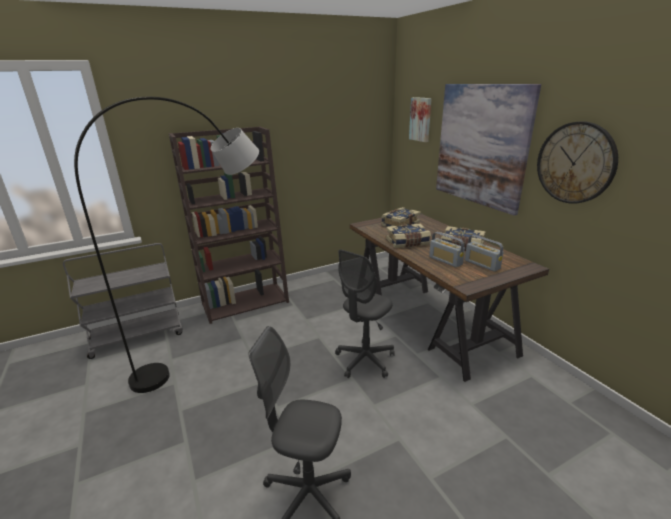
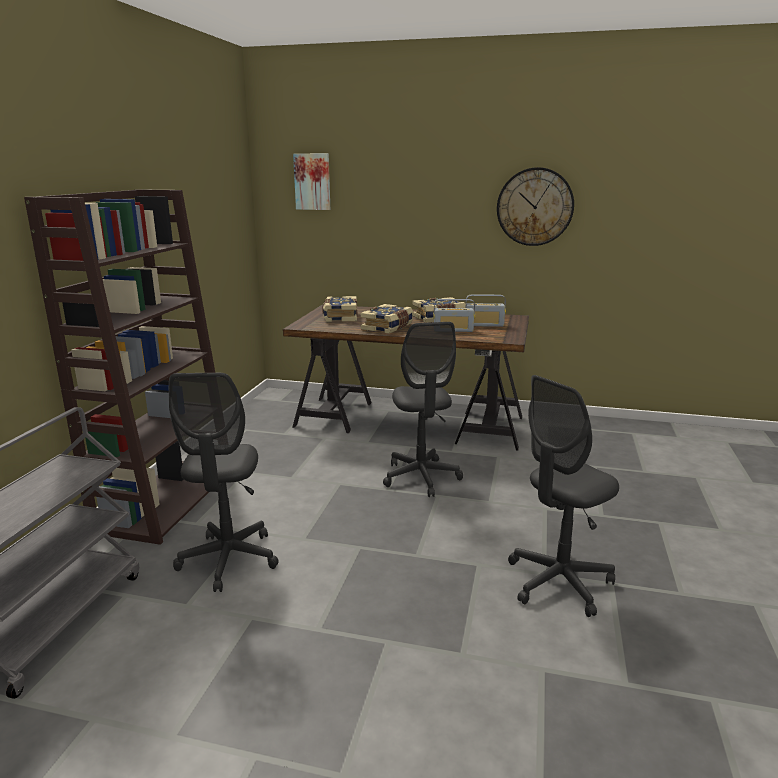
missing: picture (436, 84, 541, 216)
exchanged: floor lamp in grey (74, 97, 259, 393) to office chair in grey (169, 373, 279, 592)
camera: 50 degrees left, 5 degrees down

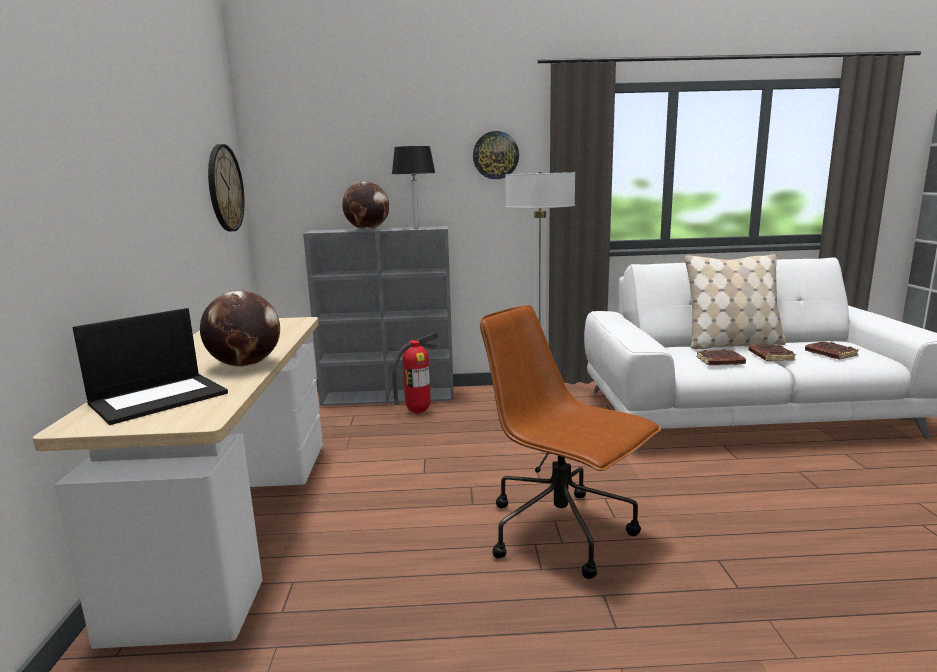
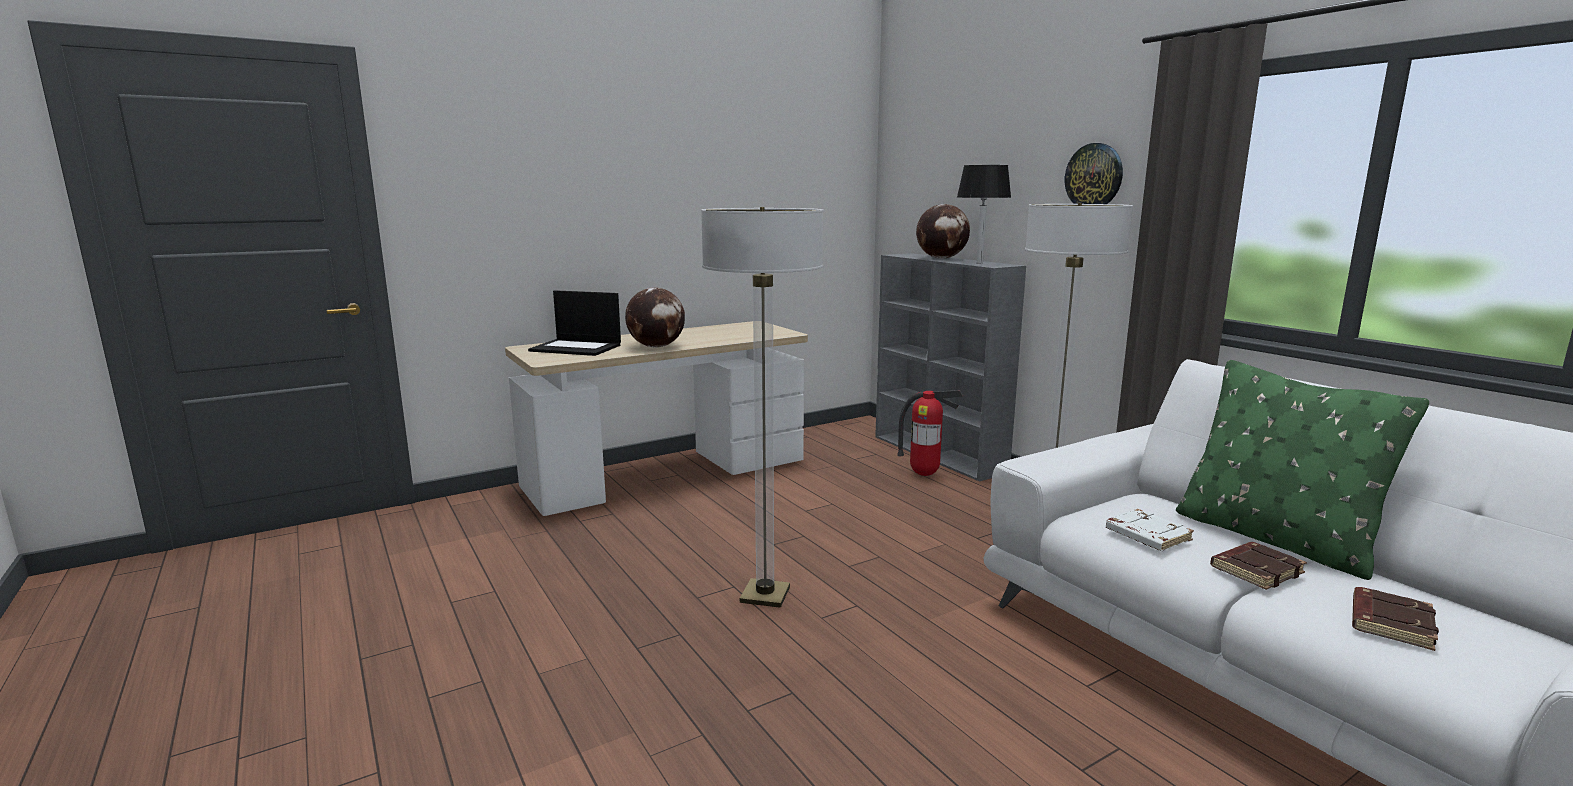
missing: wall clock (208, 144, 245, 231)
exchanged: office chair in brown (480, 305, 661, 579) to floor lamp (701, 207, 823, 608)
colour: book in brown (696, 349, 746, 365) to book in white (1106, 509, 1194, 551); pillow in beige (685, 254, 786, 349) to pillow in green (1176, 360, 1429, 580)
camera: 60 degrees right, 0 degrees up

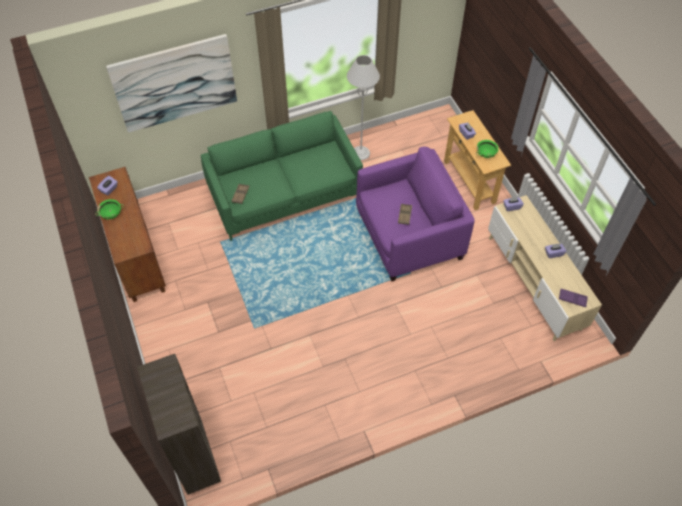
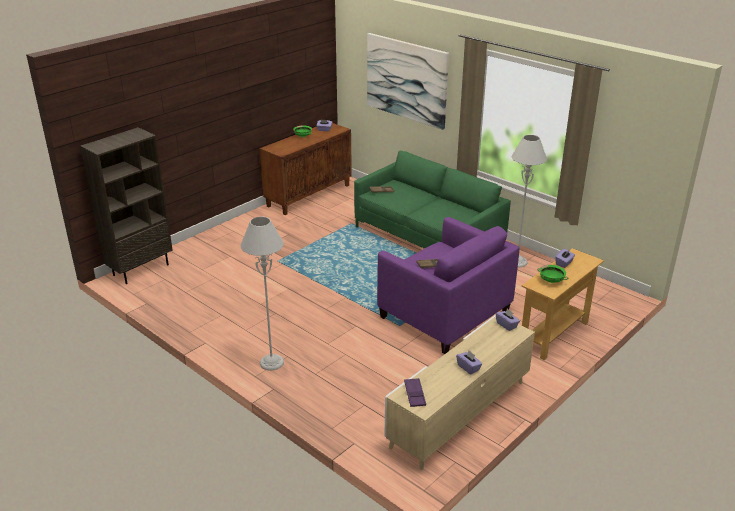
appeared: floor lamp in grey (241, 217, 284, 371)
camera: 65 degrees right, 25 degrees down

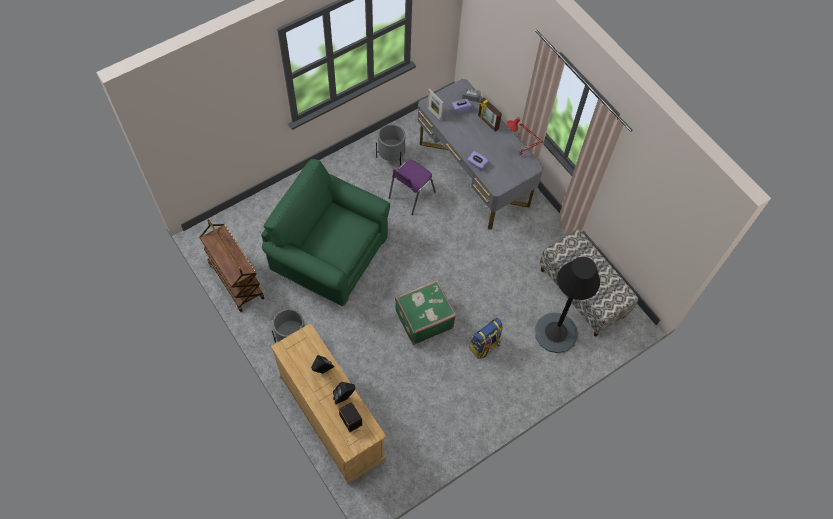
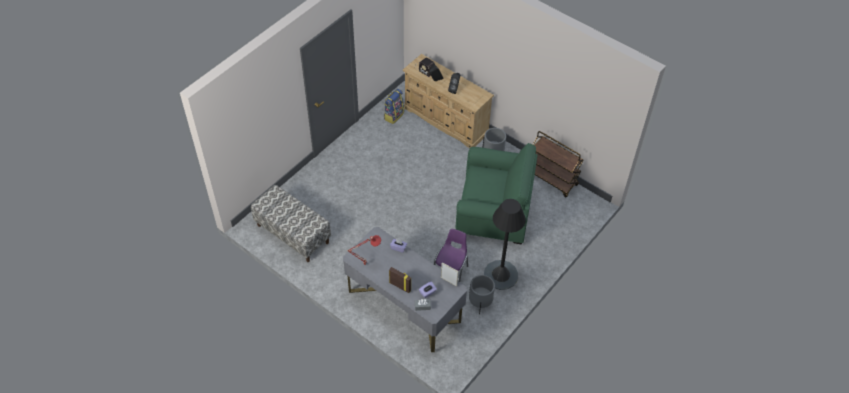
missing: suitcase in green (395, 280, 456, 345)
relocated: backpack (469, 318, 503, 359) to (384, 89, 404, 124); floor lamp in black (534, 257, 600, 353) to (484, 199, 526, 290)
camera: 165 degrees right, 10 degrees down

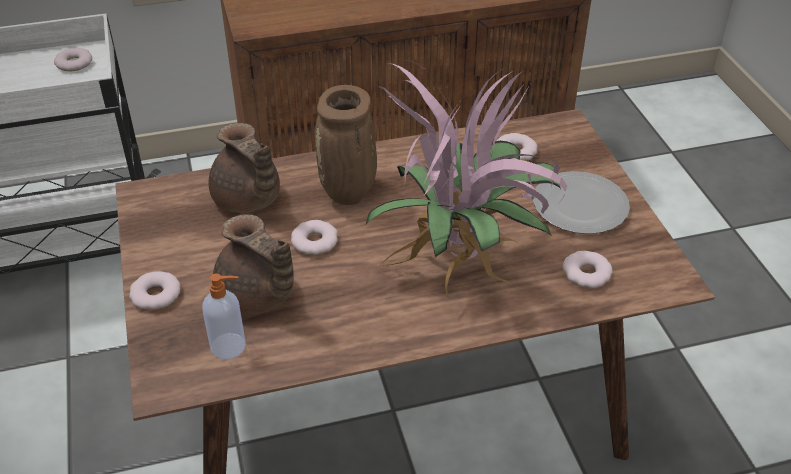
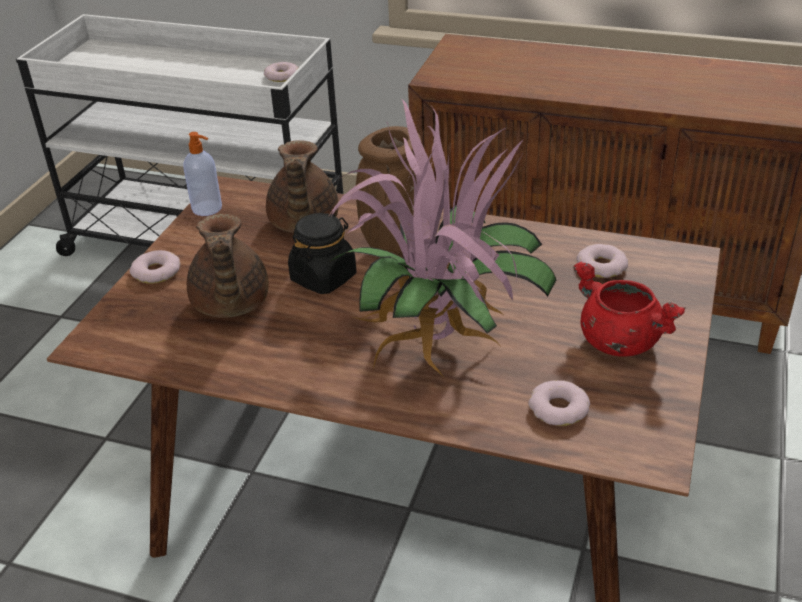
relocated: soap dispenser (202, 273, 246, 359) to (183, 132, 222, 216)
exchanged: donut (291, 220, 338, 255) to jar in black (288, 213, 356, 294); plate (533, 171, 630, 234) to cooking pot in red (573, 262, 686, 356)
camera: 35 degrees right, 5 degrees down

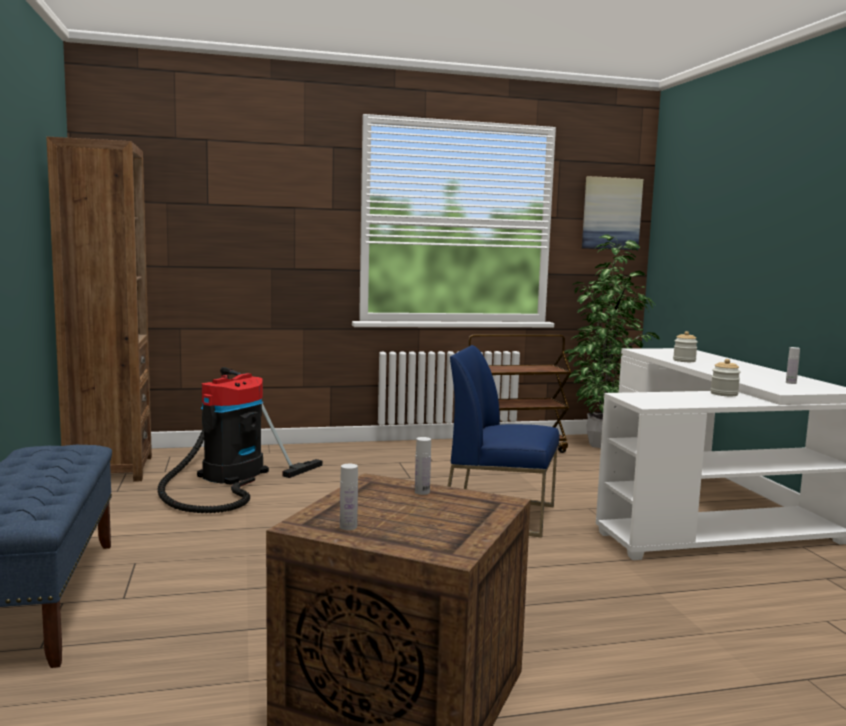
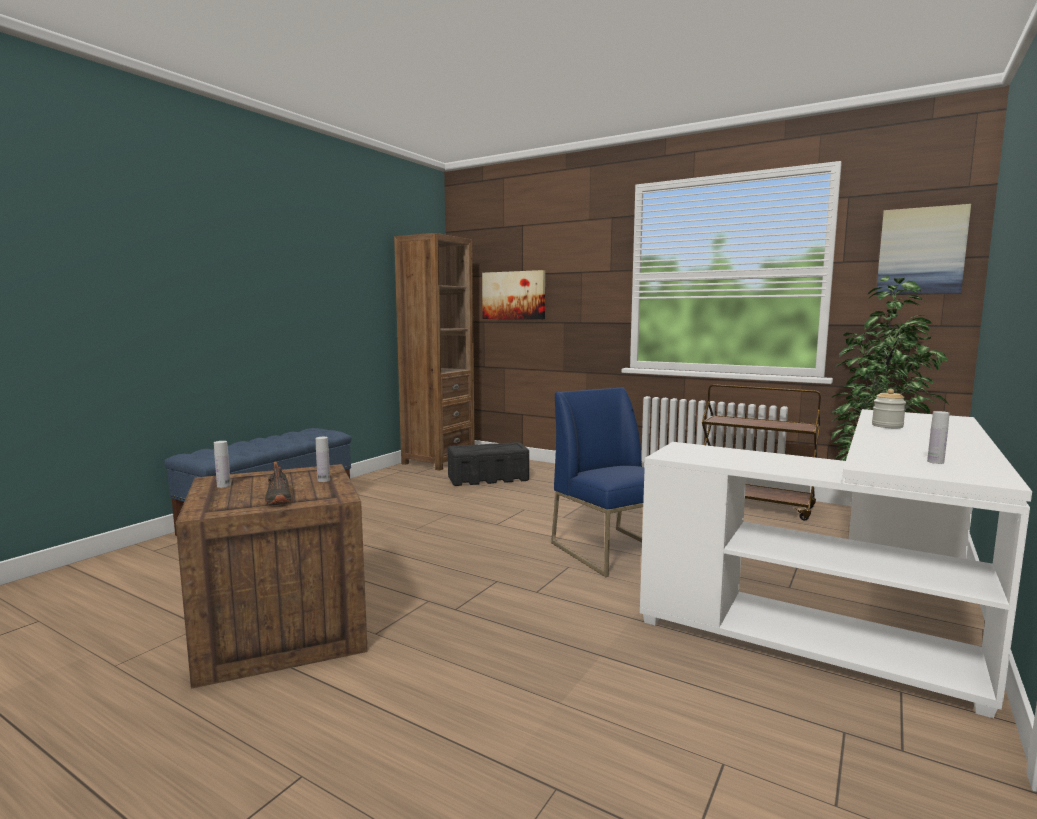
missing: jar (711, 359, 741, 396)
appeared: shoe in black (265, 461, 291, 504); picture (482, 270, 545, 319)
exchanged: vacuum cleaner (158, 367, 322, 513) to storage box in black (448, 442, 529, 486)
camera: 45 degrees right, 0 degrees up

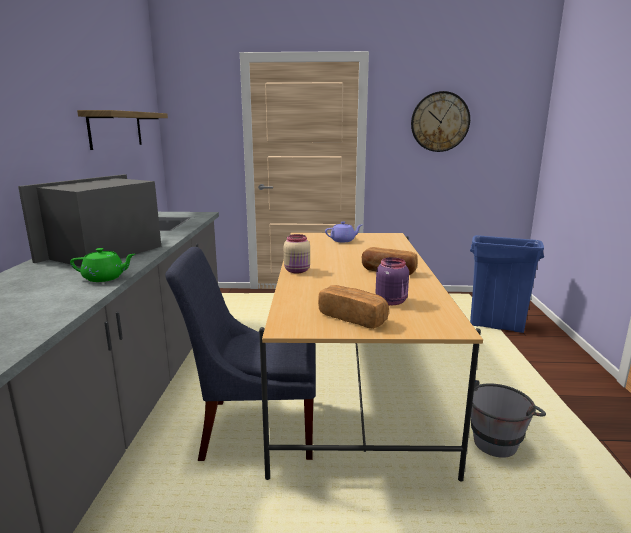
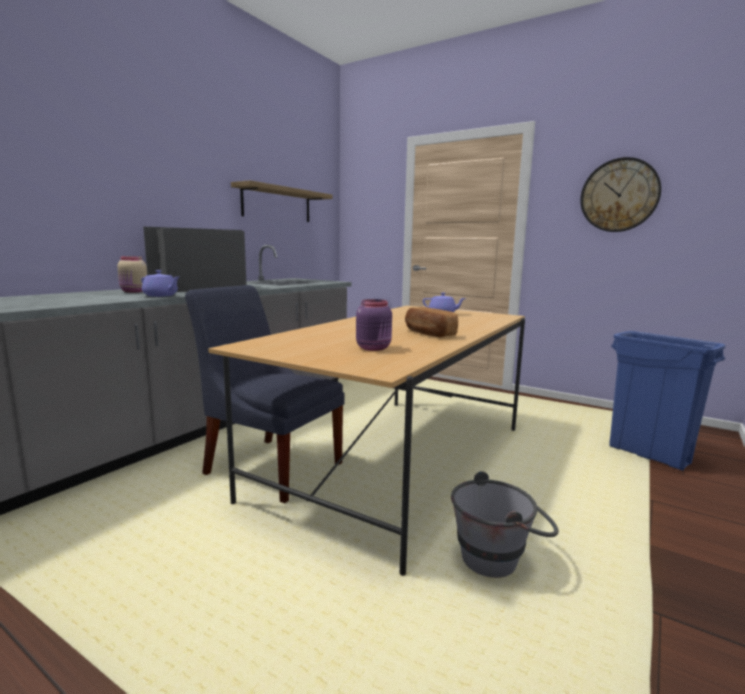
missing: bread (318, 285, 389, 329)
relocated: jar in beige (284, 234, 310, 273) to (117, 256, 147, 292)
colour: teapot in green (70, 248, 135, 282) to teapot in purple (141, 270, 179, 297)
camera: 30 degrees right, 5 degrees down

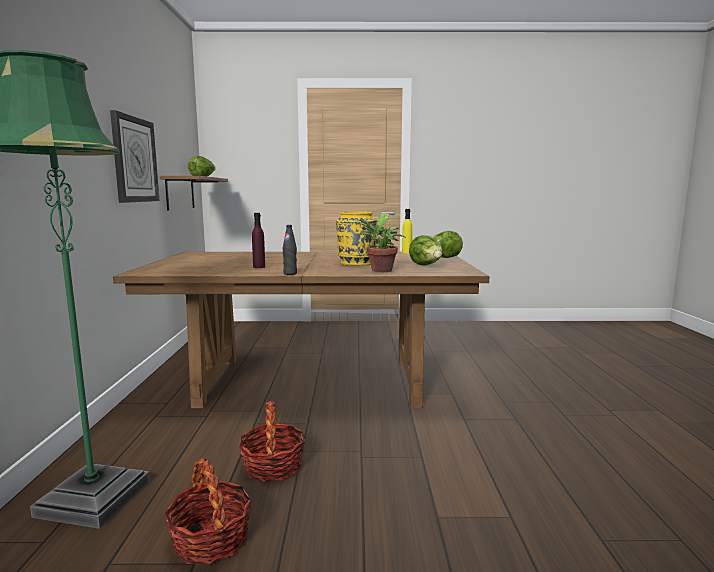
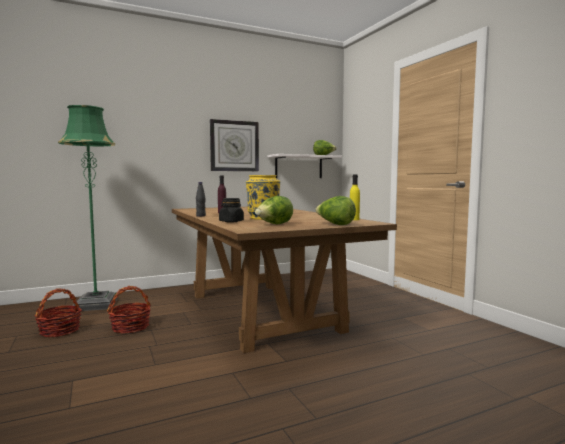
exchanged: potted plant (356, 213, 406, 272) to jar in black (219, 198, 244, 223)
colour: shelf in brown (160, 176, 228, 211) to shelf in white (267, 154, 342, 178)
camera: 65 degrees right, 5 degrees down

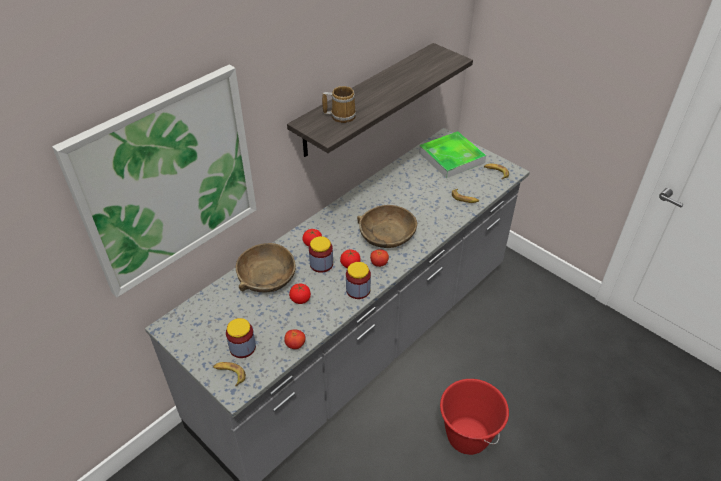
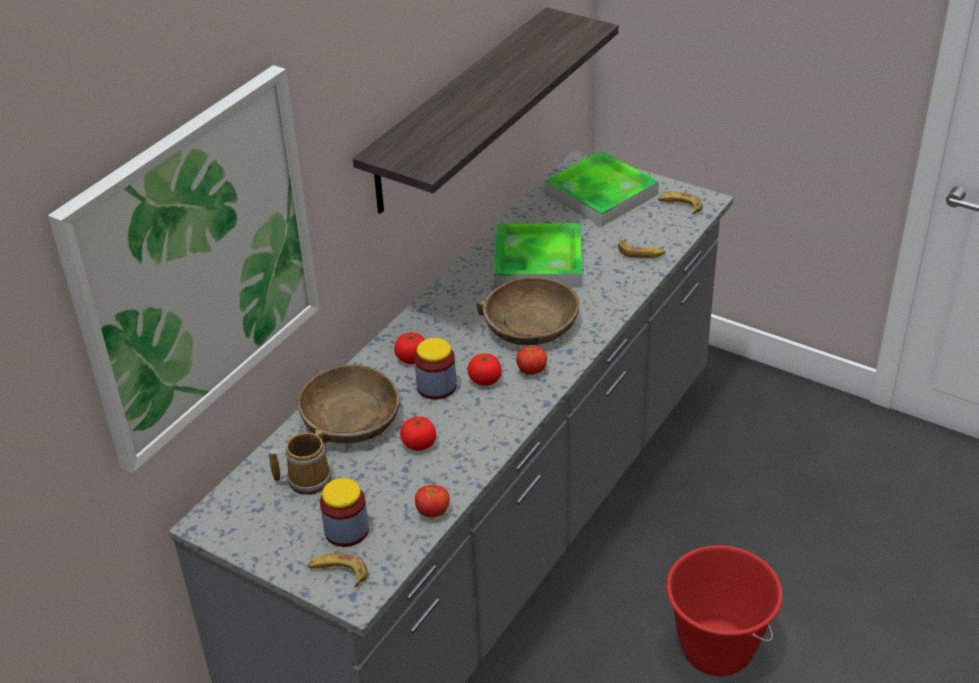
missing: jar (346, 262, 371, 299)
appeared: tray (494, 223, 582, 288)
relocated: mug (322, 86, 356, 123) to (269, 432, 331, 495)
camera: 10 degrees left, 5 degrees down

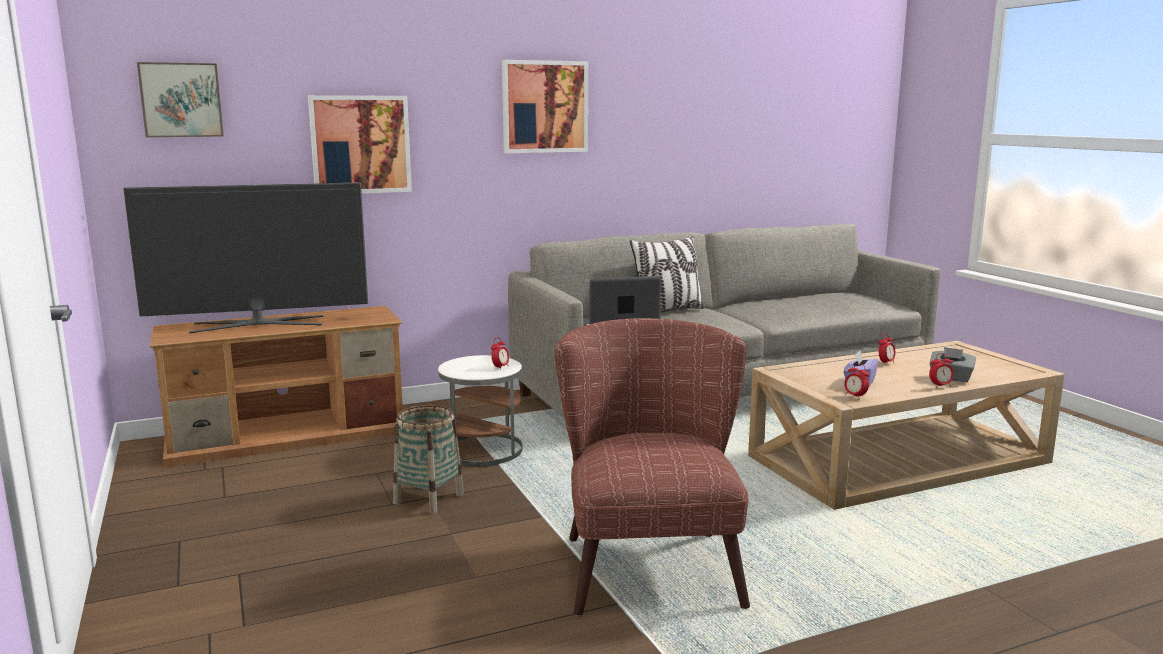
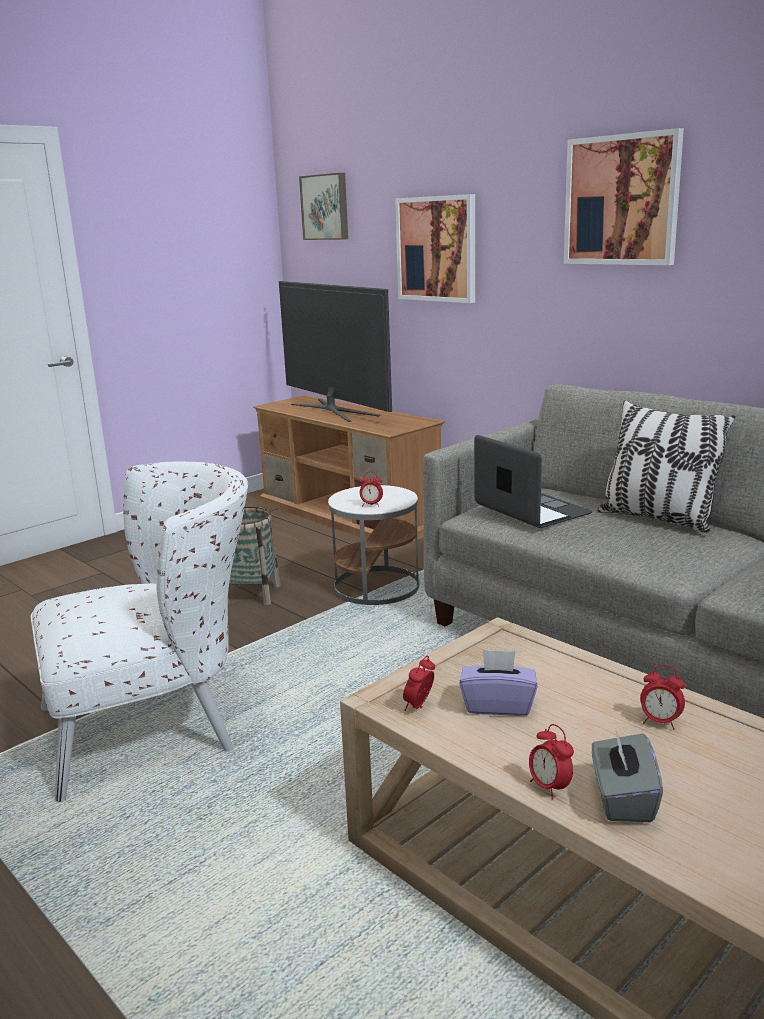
colour: armchair in brown (555, 318, 750, 616) to armchair in white (31, 462, 248, 802)
camera: 70 degrees right, 5 degrees up

